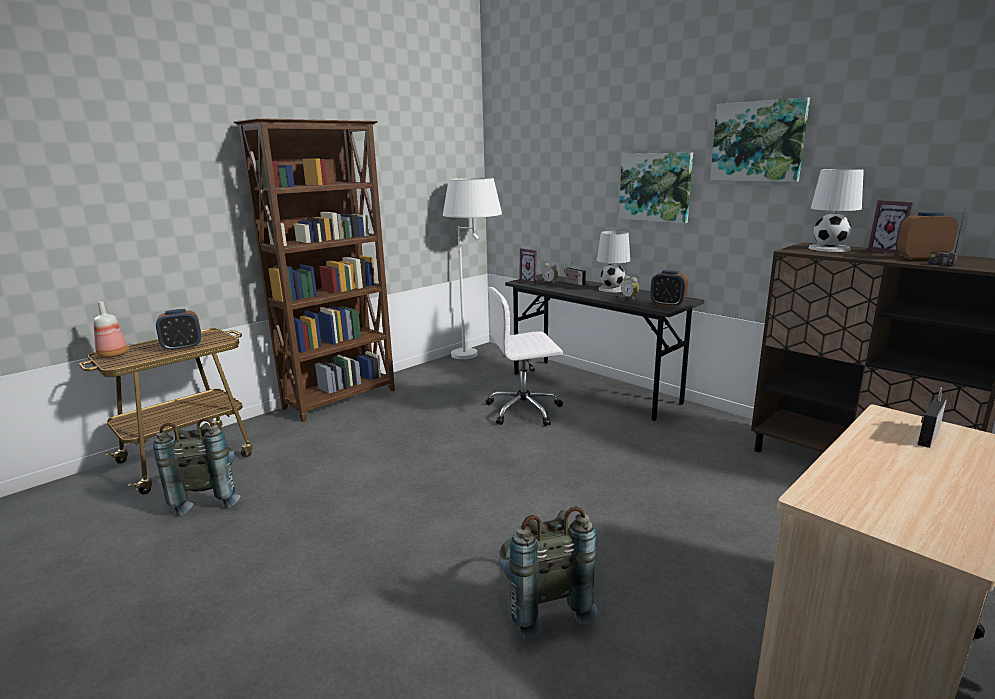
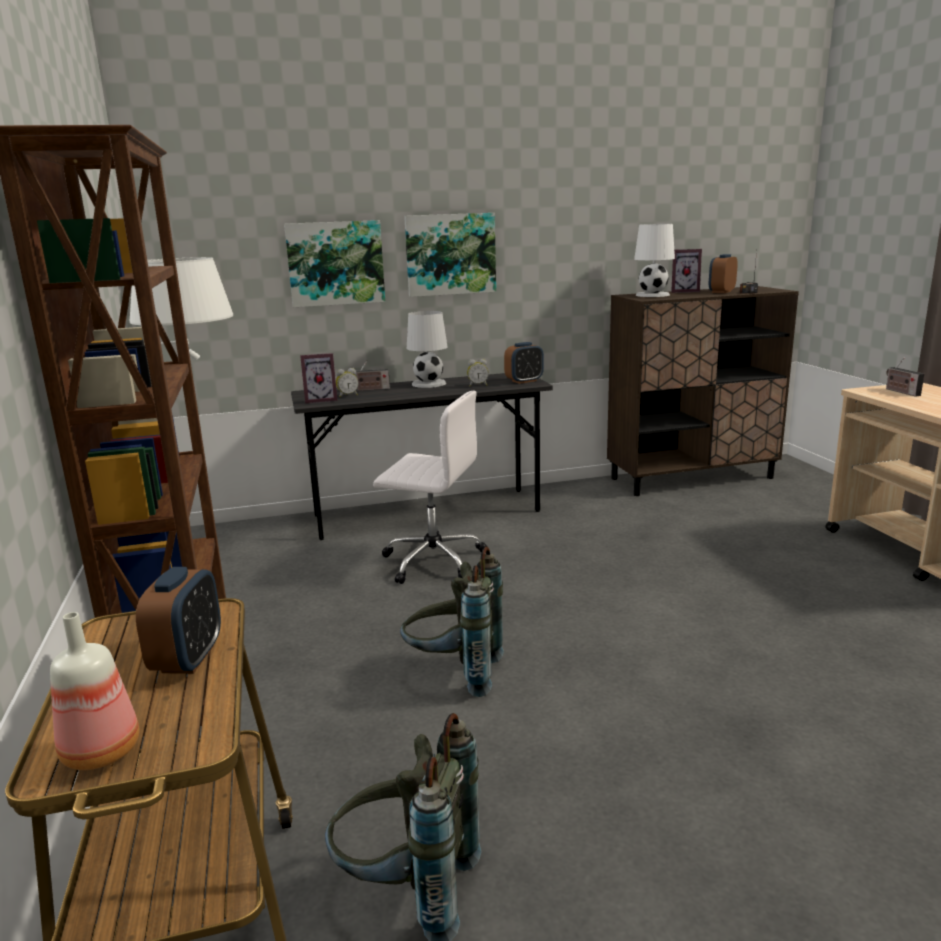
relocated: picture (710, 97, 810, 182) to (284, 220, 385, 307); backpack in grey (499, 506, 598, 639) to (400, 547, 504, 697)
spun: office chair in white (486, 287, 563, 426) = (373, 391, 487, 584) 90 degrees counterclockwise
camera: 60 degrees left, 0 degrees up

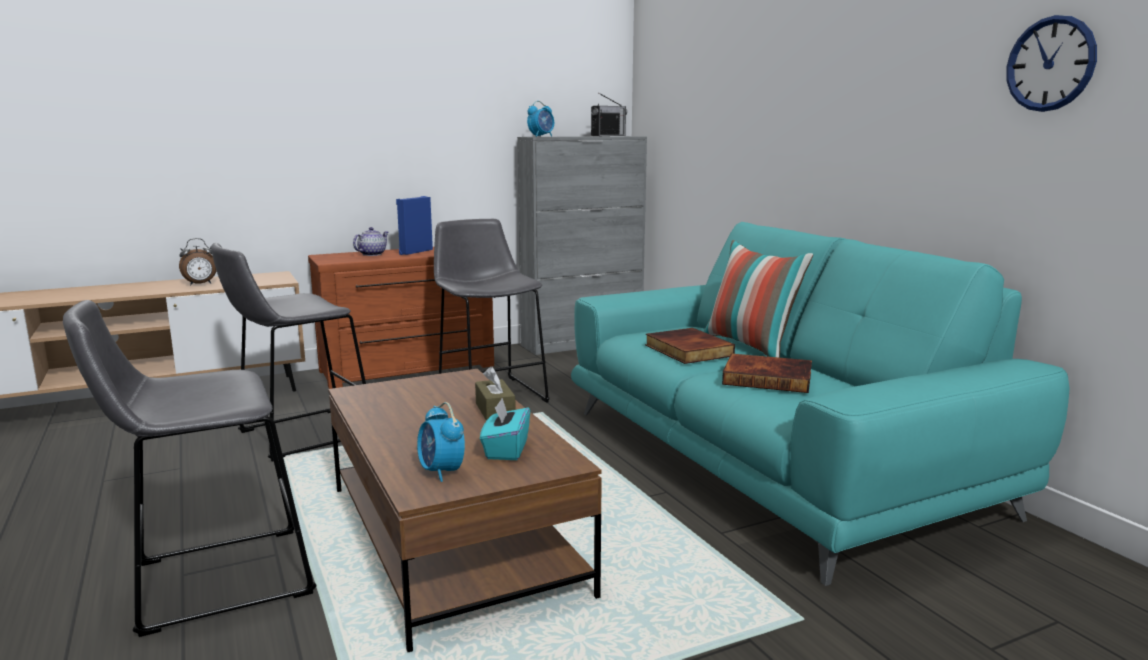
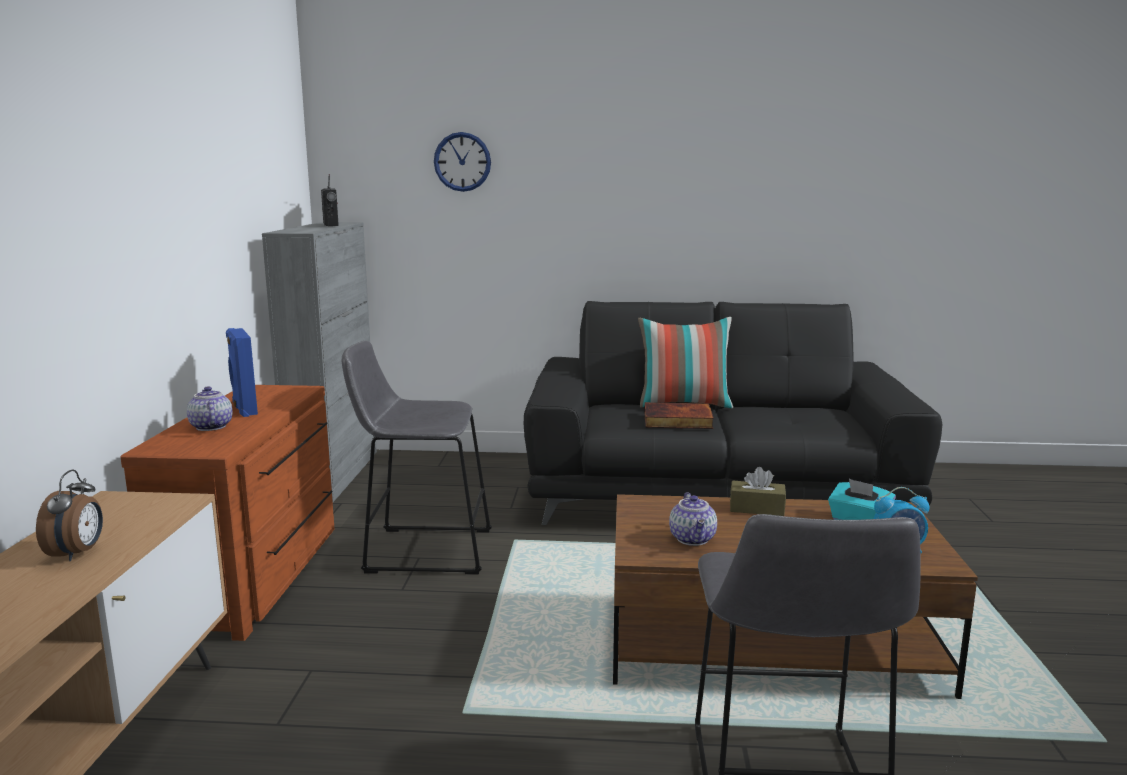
missing: stool in grey (211, 243, 366, 462); alarm clock (527, 101, 554, 137); book (722, 353, 812, 393)
appeared: teapot (669, 492, 717, 546)
relocated: wall clock (1006, 15, 1097, 112) to (434, 132, 491, 192)
colour: sofa in turquoise (571, 222, 1070, 586) to sofa in black (524, 301, 942, 525)
camera: 60 degrees left, 0 degrees up

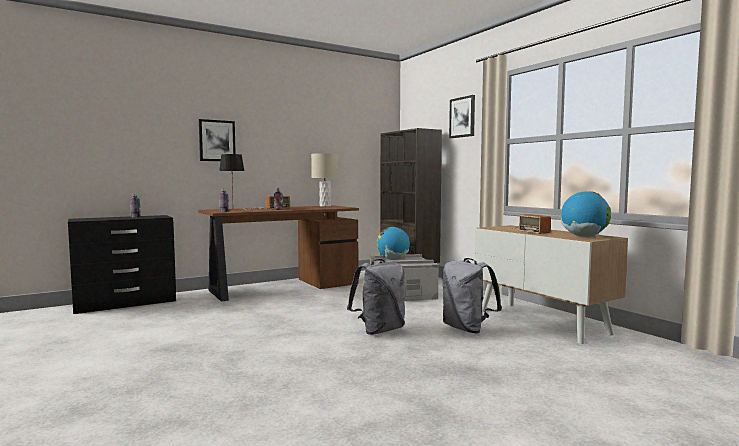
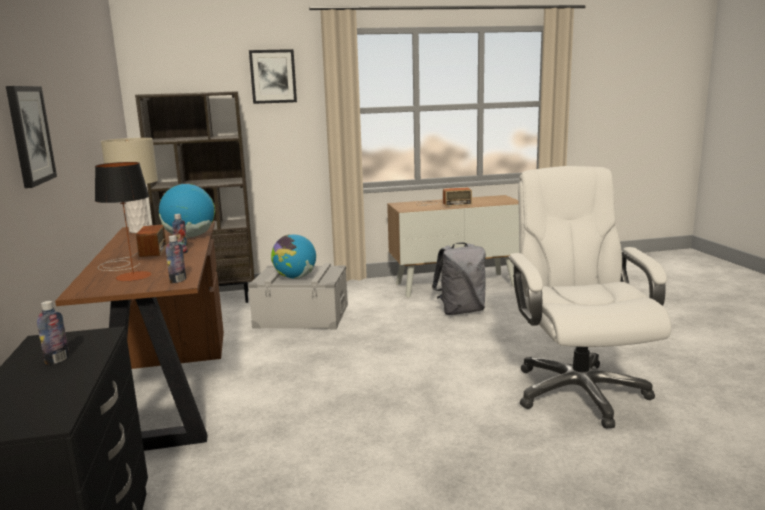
missing: backpack in grey (347, 259, 405, 335)
appeared: office chair in white (508, 166, 671, 429)
relocated: globe (561, 192, 611, 237) to (159, 183, 215, 238)
camera: 70 degrees left, 10 degrees up

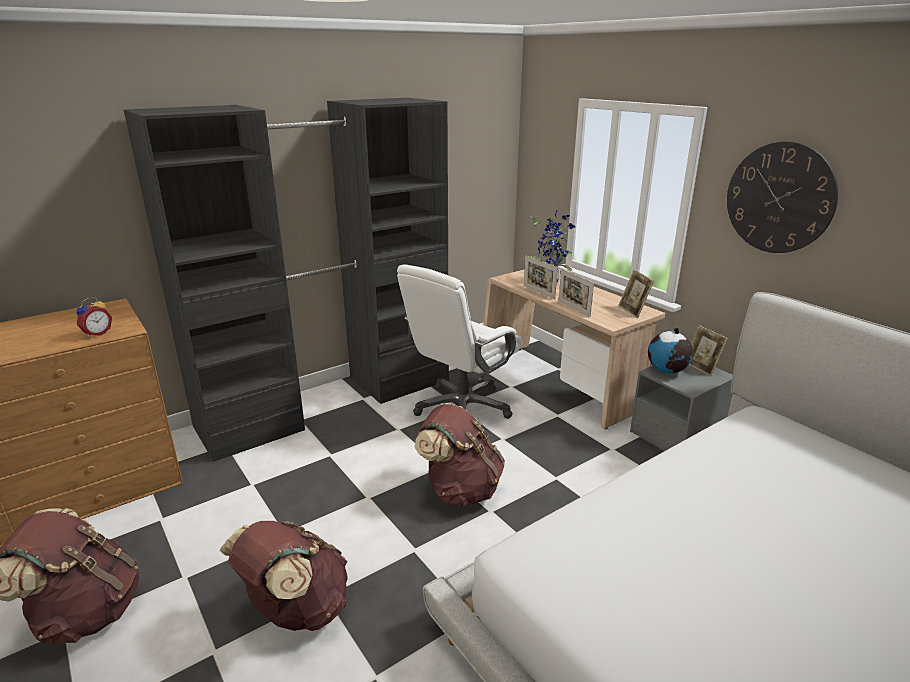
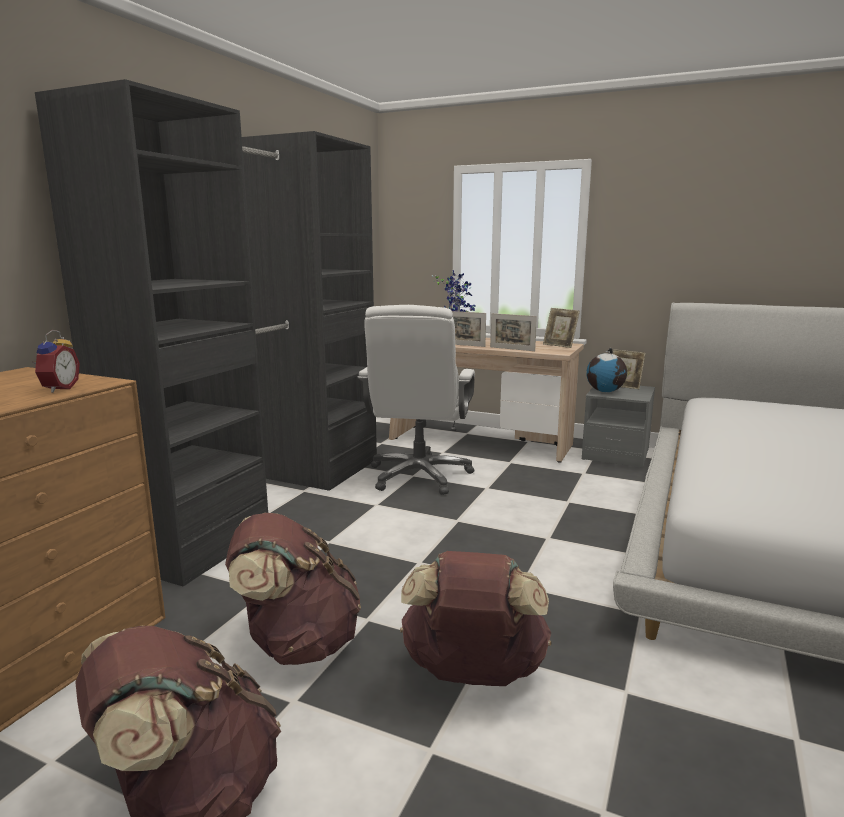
missing: wall clock (727, 141, 838, 253)
relocated: backpack in brown (415, 403, 505, 506) to (225, 513, 361, 665)
camera: 30 degrees left, 10 degrees down

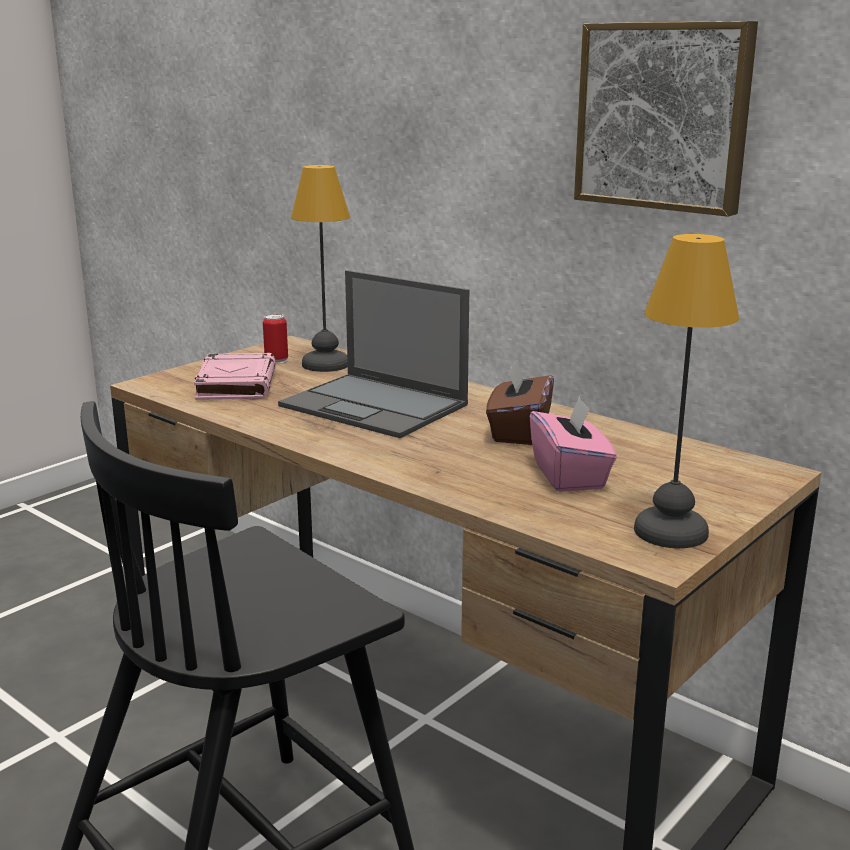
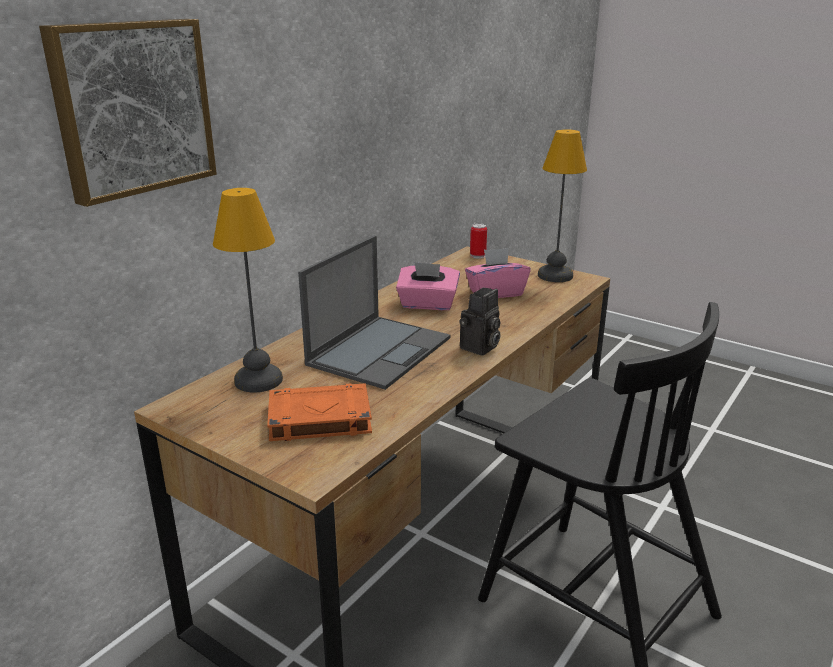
appeared: photo camera (460, 288, 501, 356)
relocated: picture (574, 21, 758, 217) to (39, 19, 217, 207); can (263, 314, 288, 364) to (470, 223, 487, 259)
colour: book in pink (194, 353, 276, 400) to book in orange (267, 383, 372, 441); tissue box in brown (486, 359, 554, 445) to tissue box in pink (396, 262, 460, 310)
camera: 95 degrees left, 5 degrees up

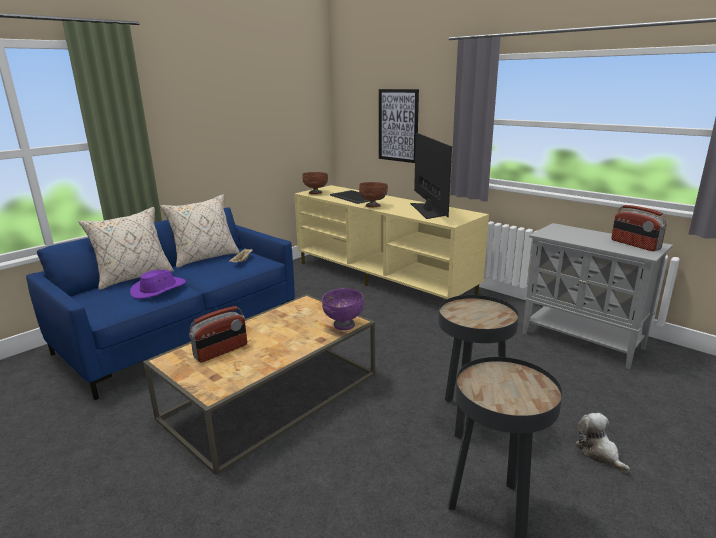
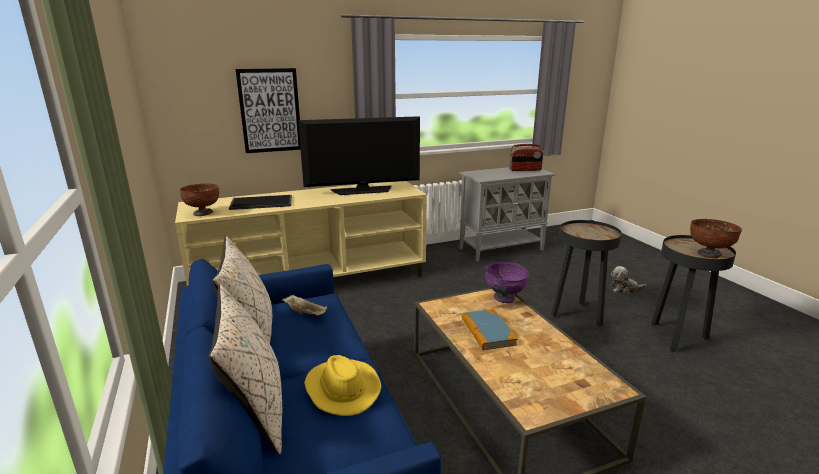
missing: radio (189, 306, 247, 363)
appeared: book (462, 309, 518, 350)
relocated: bowl in brown (359, 182, 388, 207) to (690, 219, 742, 258)
colour: hat in purple (130, 270, 186, 299) to hat in yellow (304, 355, 381, 416)
spun: television (410, 133, 452, 219) = (298, 116, 420, 195) 150 degrees clockwise
camera: 65 degrees left, 0 degrees up

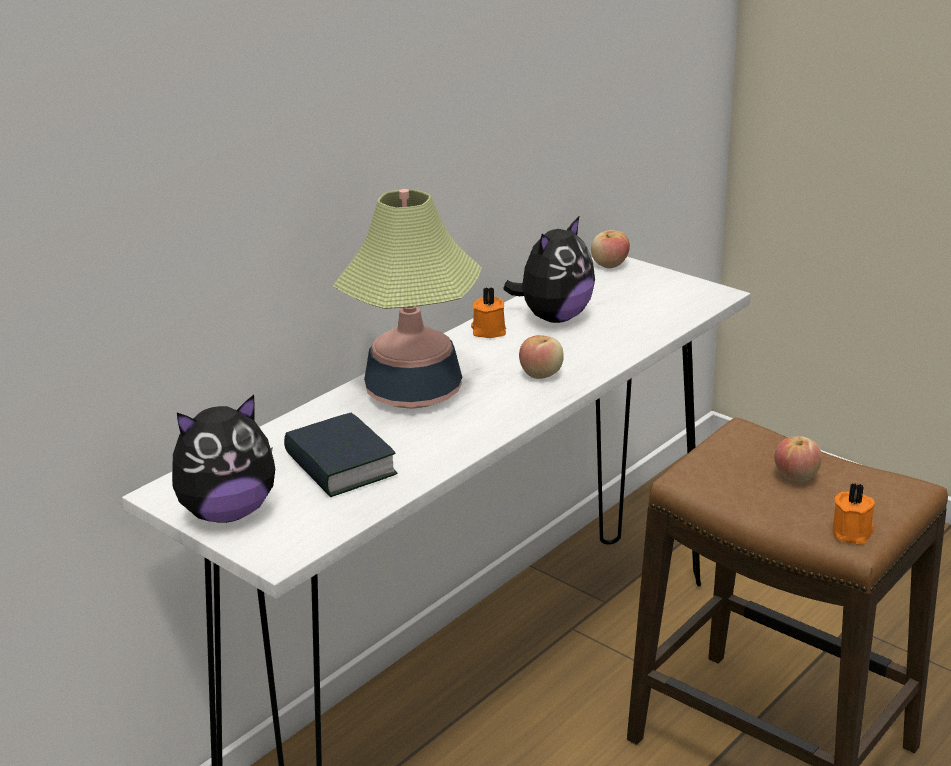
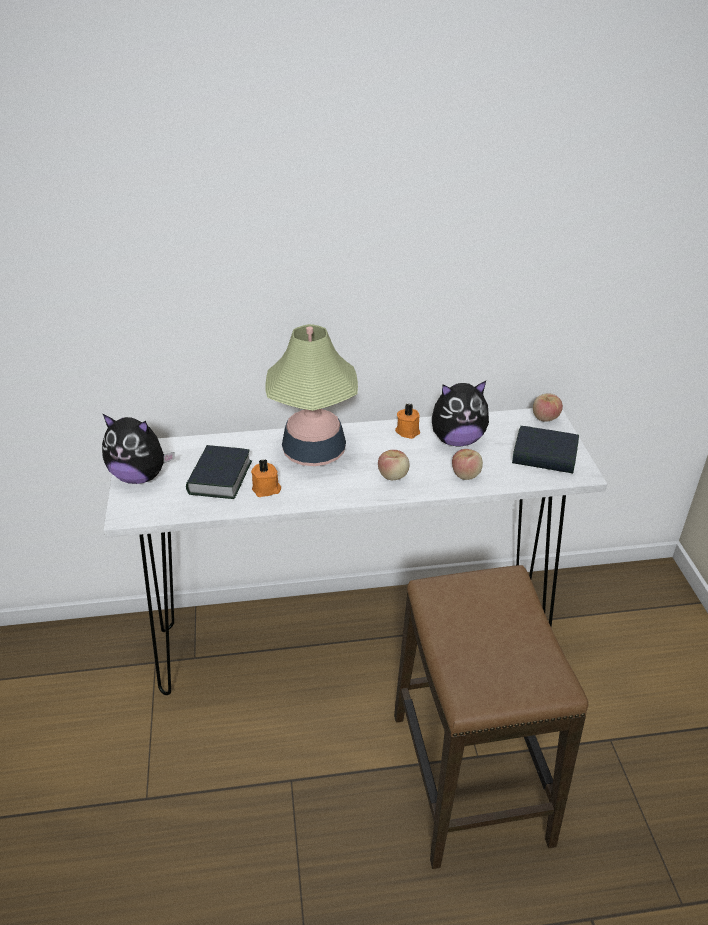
appeared: book (512, 426, 579, 473)
relocated: candle in orange (833, 483, 875, 545) to (251, 459, 281, 497); apple (774, 436, 822, 482) to (452, 449, 483, 480)
camera: 40 degrees right, 10 degrees up

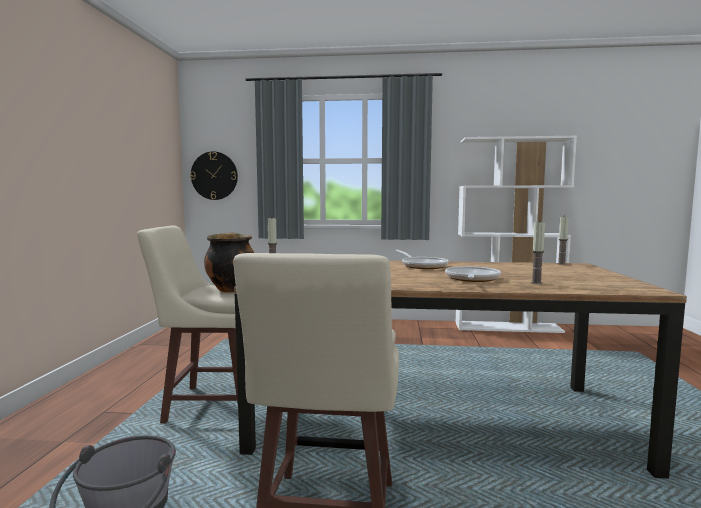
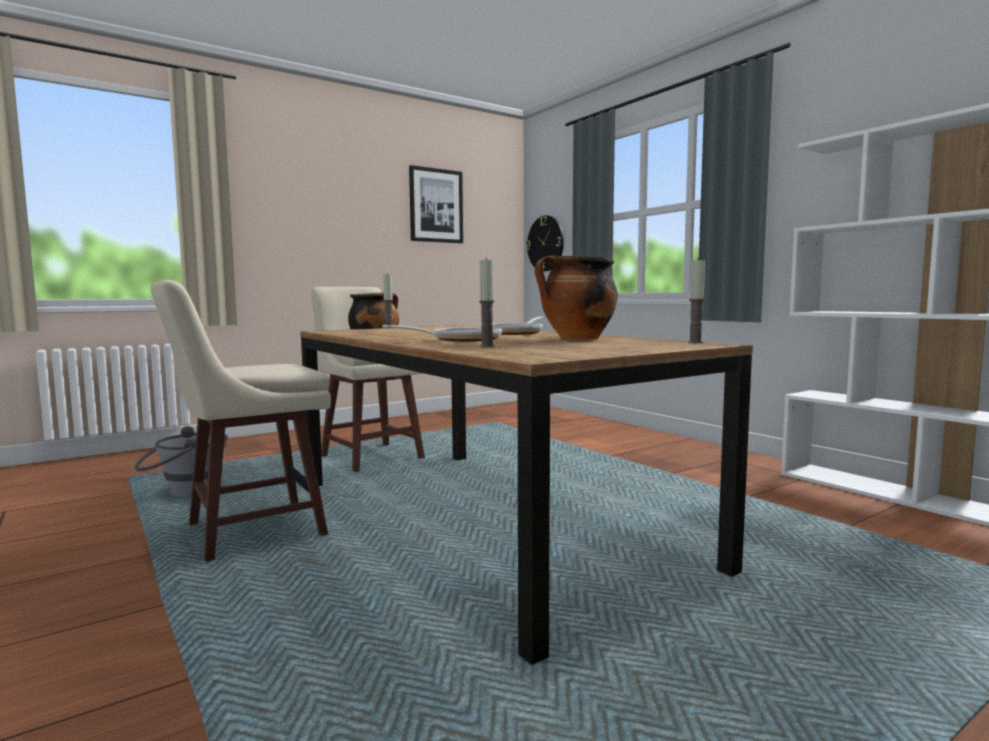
appeared: picture (409, 165, 463, 243); cooking pot (535, 256, 618, 340)
camera: 50 degrees right, 0 degrees up

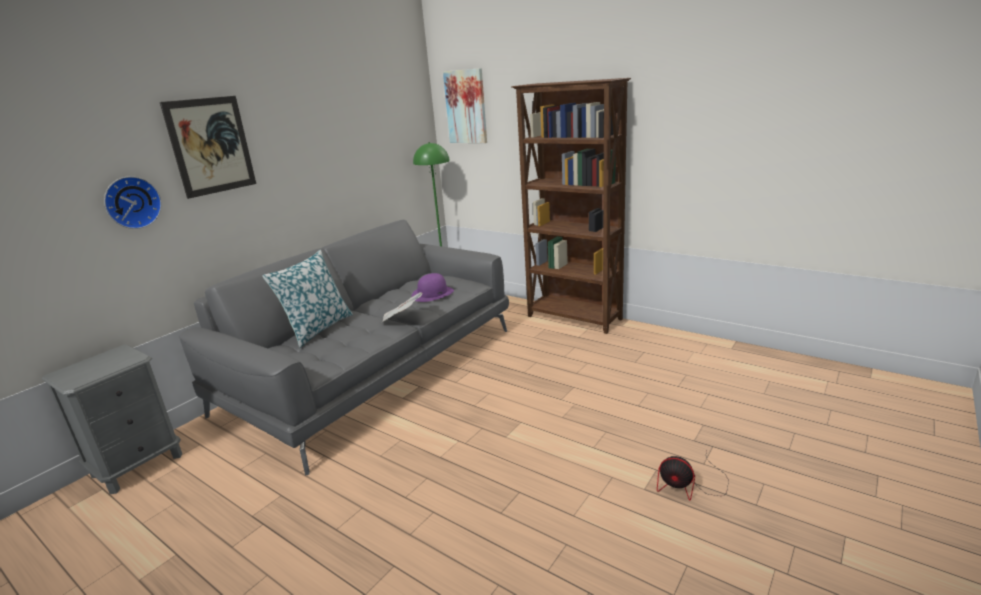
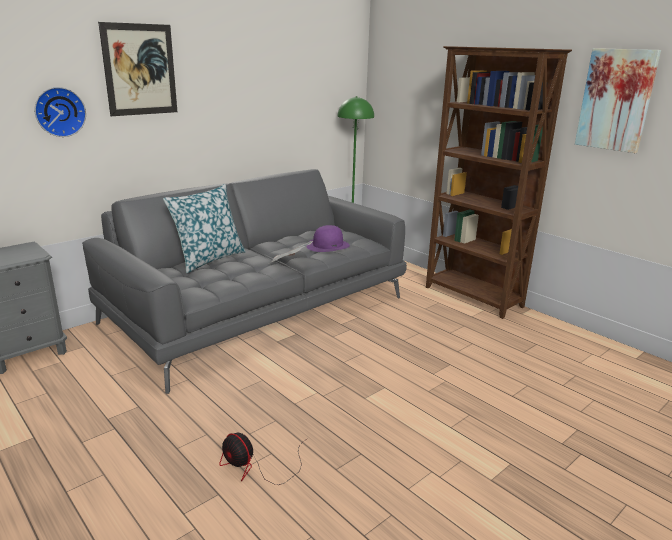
relocated: fan (657, 451, 729, 501) to (219, 433, 308, 485); picture (443, 68, 487, 143) to (575, 48, 661, 153)
camera: 10 degrees right, 0 degrees up

